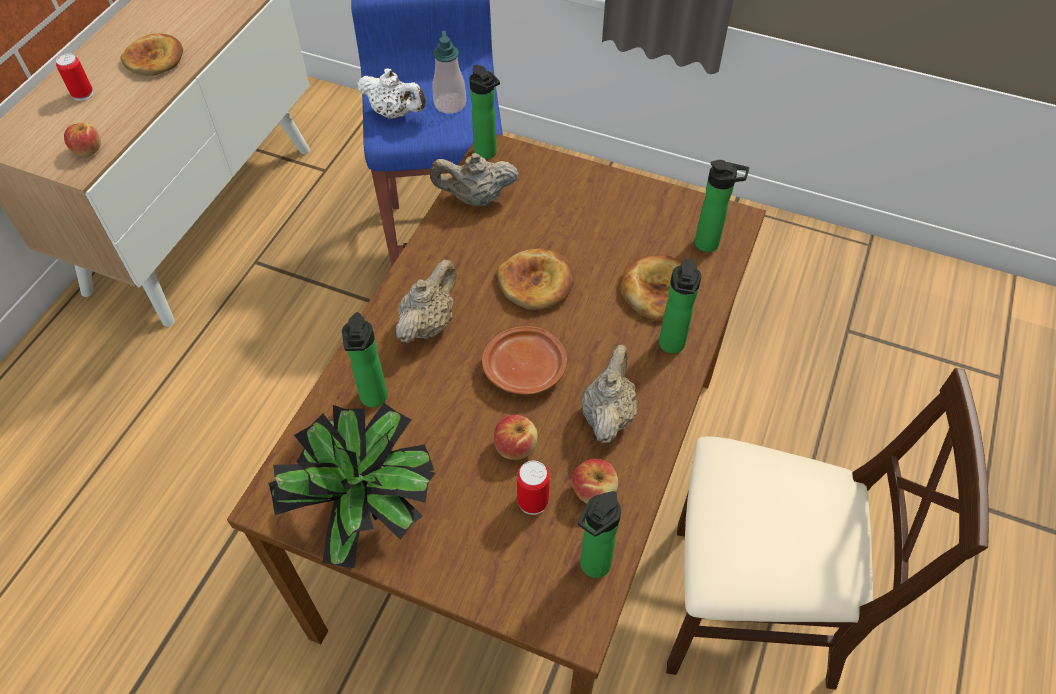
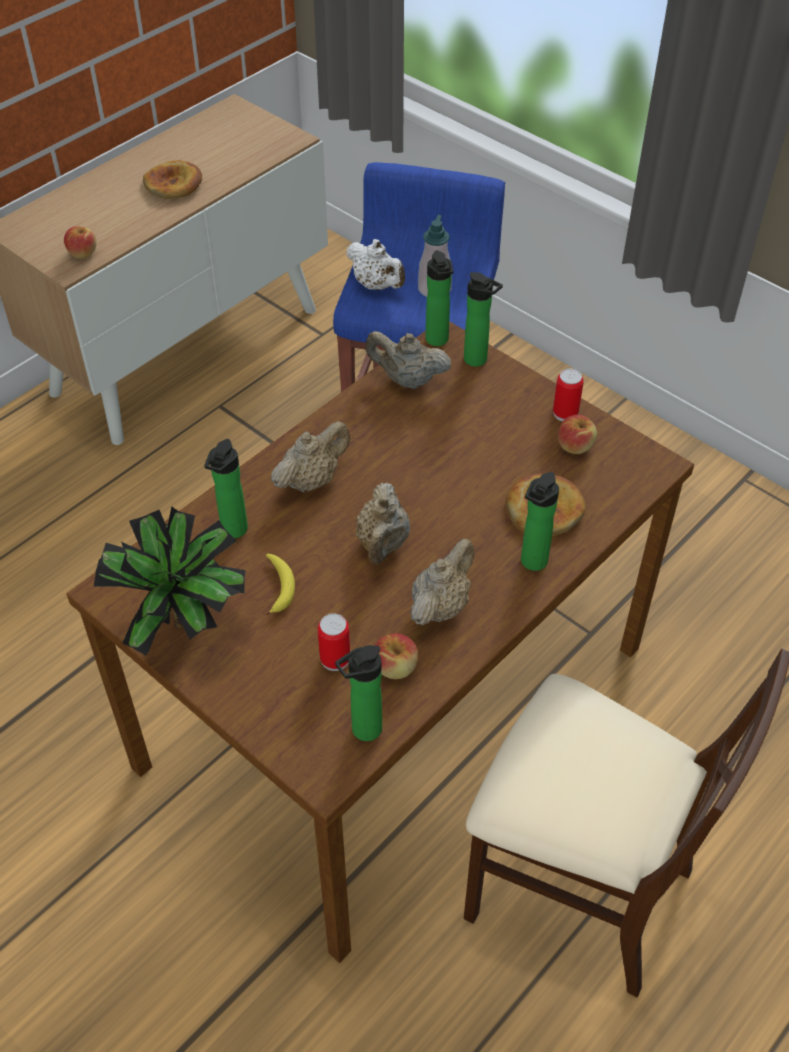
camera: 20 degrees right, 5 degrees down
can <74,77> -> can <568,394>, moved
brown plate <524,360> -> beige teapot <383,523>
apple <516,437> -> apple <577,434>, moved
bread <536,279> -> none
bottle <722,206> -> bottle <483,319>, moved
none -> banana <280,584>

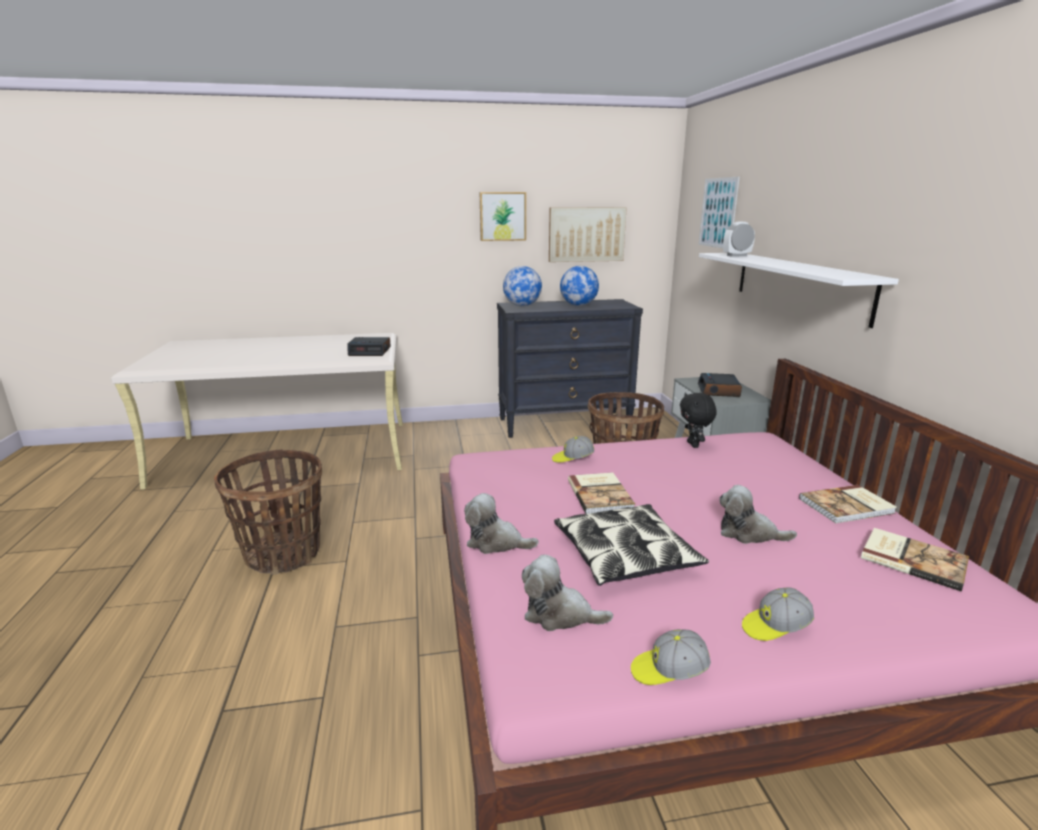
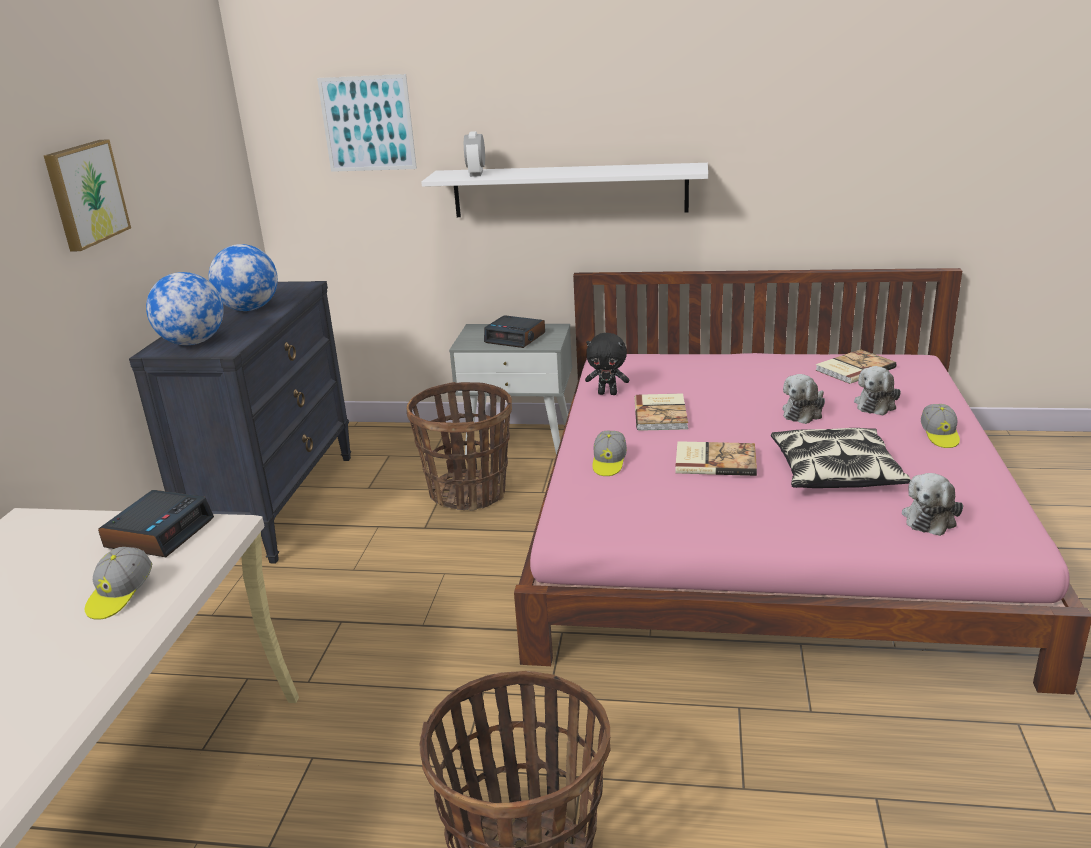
camera: 70 degrees left, 5 degrees up
plush toy <501,523> -> plush toy <877,391>, moved
picture <588,234> -> none
cap <671,657> -> cap <118,583>, moved
book <848,504> -> book <661,412>, moved

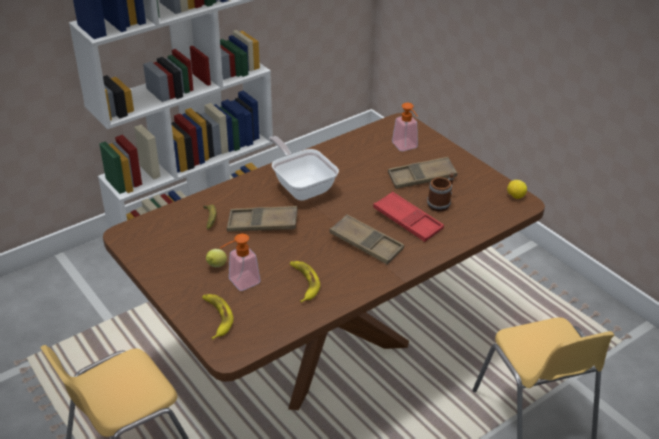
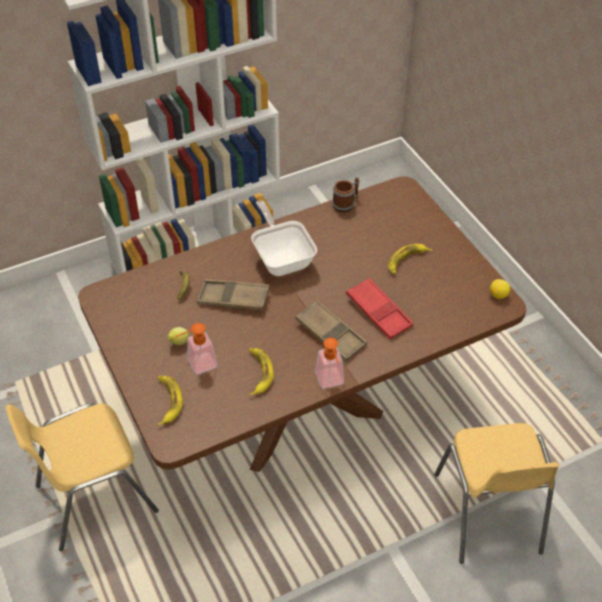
camera: 10 degrees right, 10 degrees up
brown tray <422,173> -> banana <410,259>
soap dispenser <405,127> -> soap dispenser <329,363>, moved
mug <440,192> -> mug <345,195>, moved

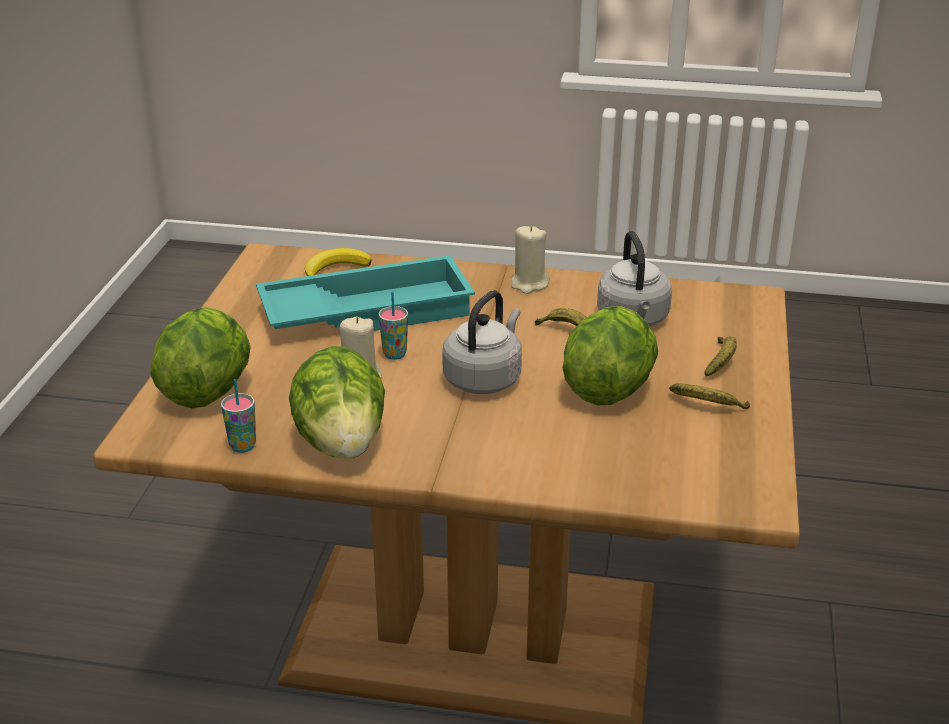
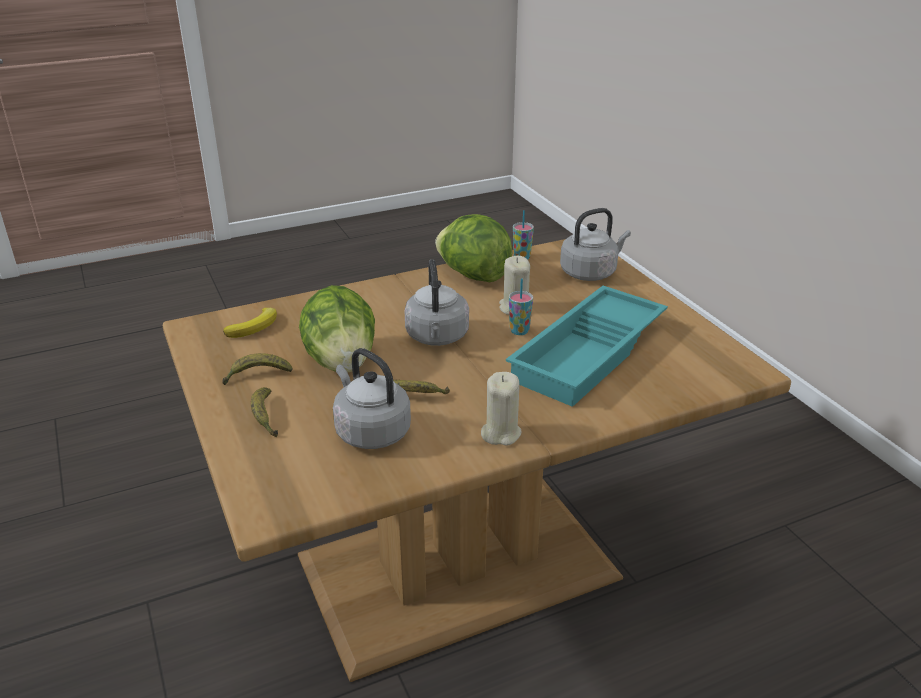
camera: 145 degrees right, 0 degrees up
lettuce <200,357> -> grey kettle <595,244>
banana <338,262> -> banana <250,323>, moved

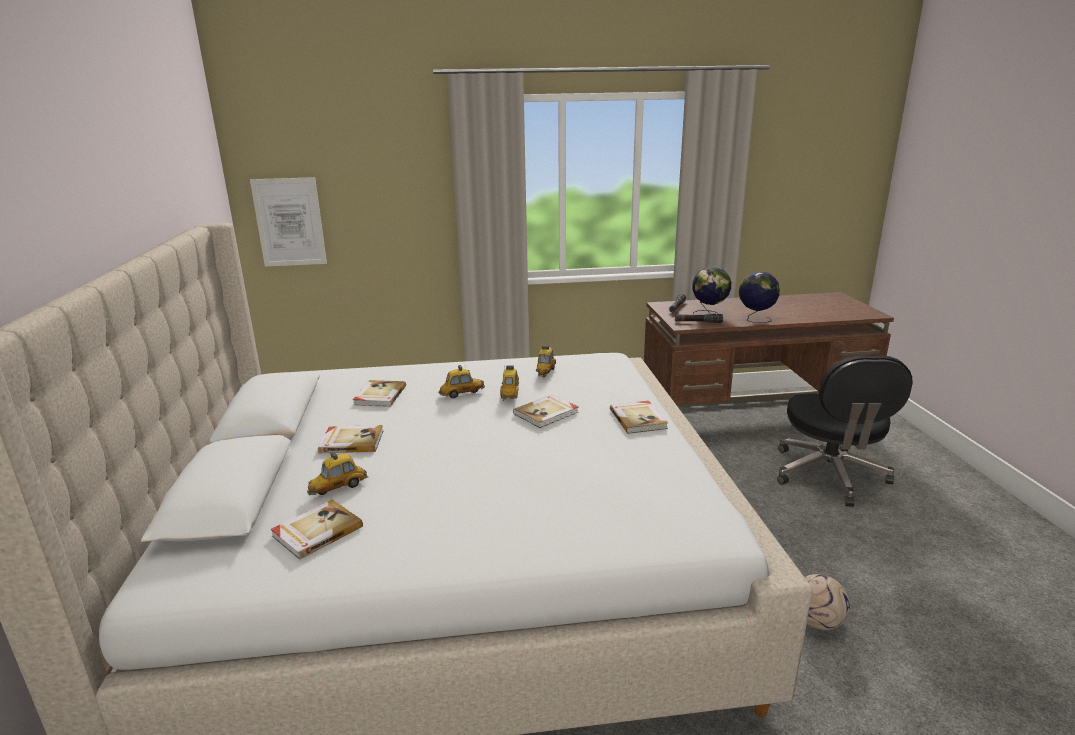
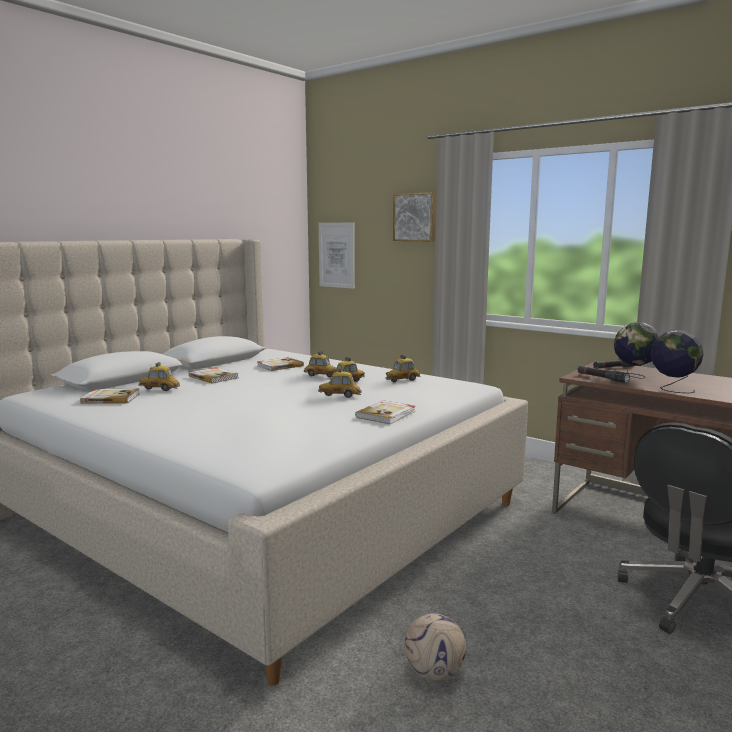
camera: 45 degrees right, 10 degrees down
book <546,411> -> toy car <340,383>
none -> picture <414,216>

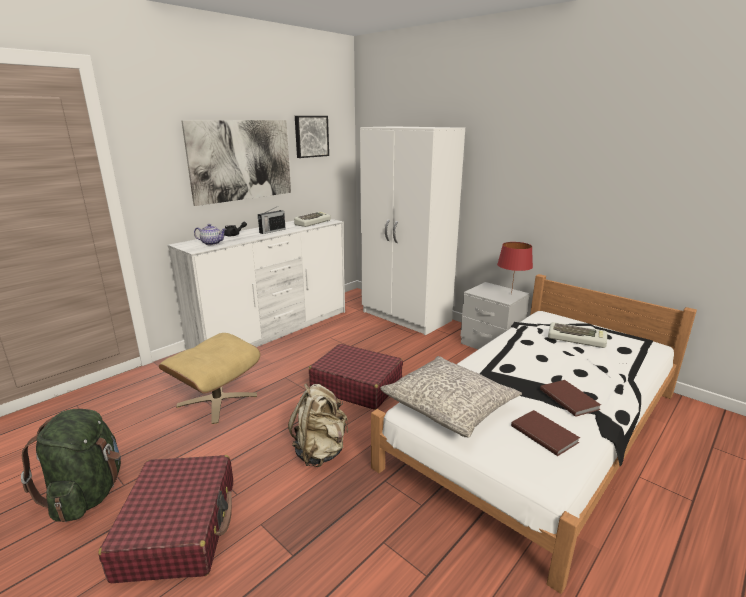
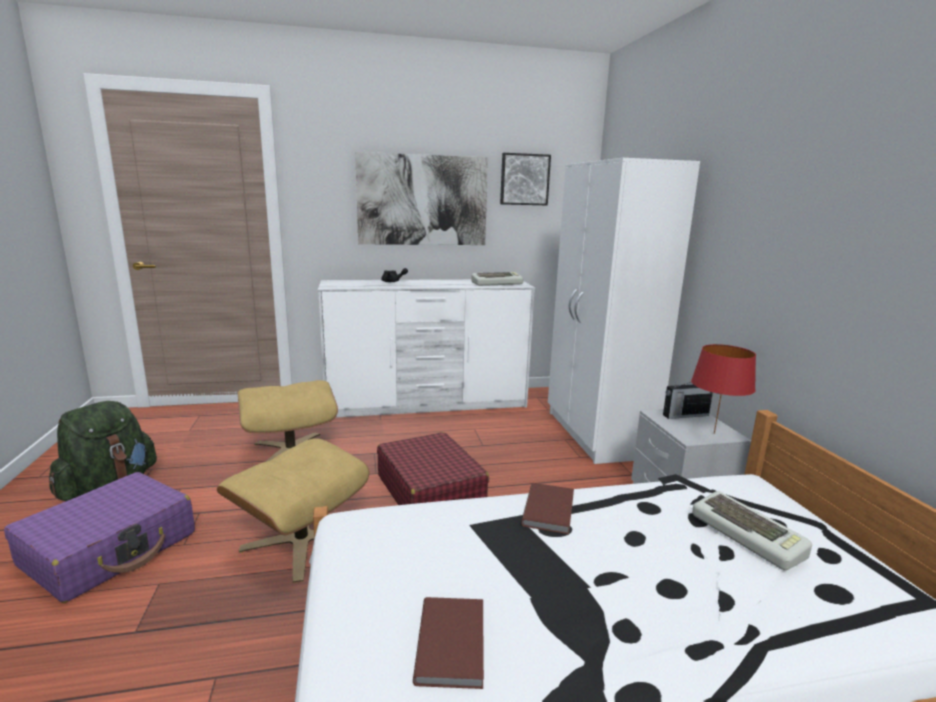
camera: 35 degrees right, 5 degrees down
red suitcase <165,519> -> purple suitcase <99,537>
teapot <210,234> -> none
radio <271,220> -> radio <688,400>, moved
beige backpack <318,425> -> beige ottoman <293,510>
grey pillow <451,397> -> none
brown book <570,398> -> brown book <547,508>, moved

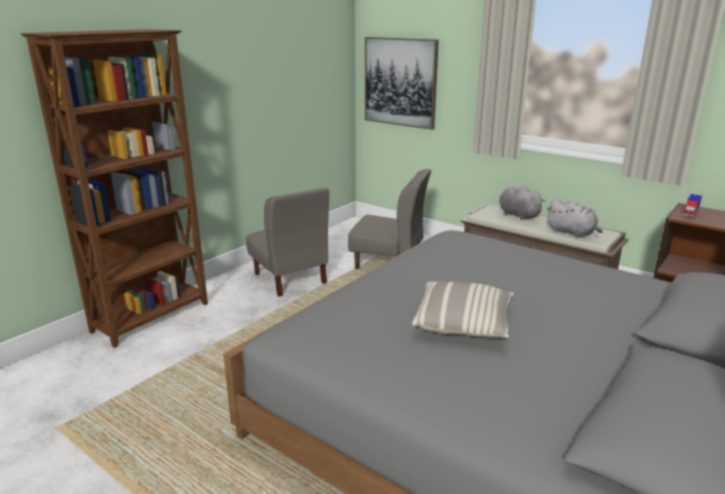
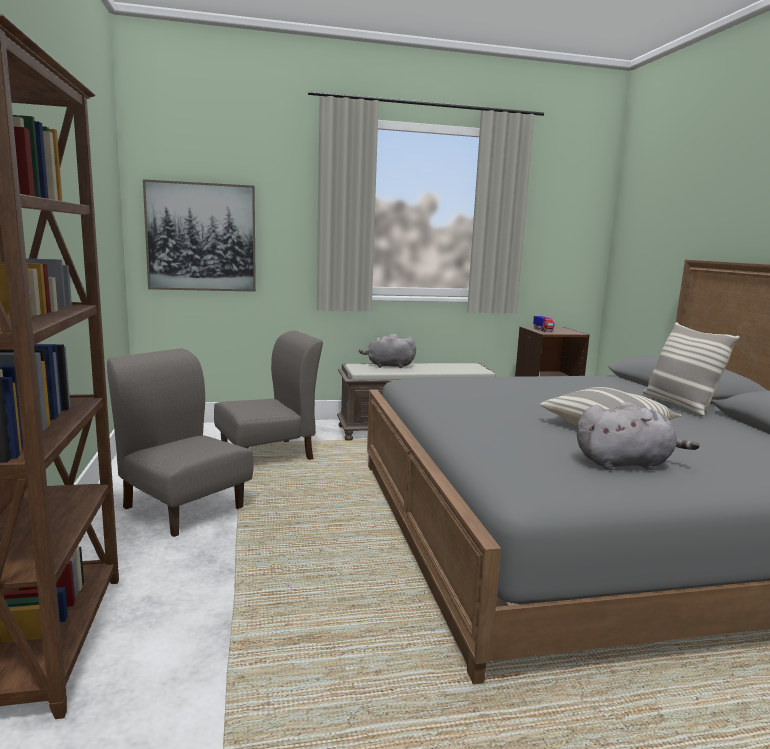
camera: 50 degrees left, 10 degrees down
grey chair <287,242> -> grey chair <180,442>, 150 degrees counterclockwise
grey plush toy <574,218> -> grey plush toy <638,436>, moved
none -> pillow <691,369>

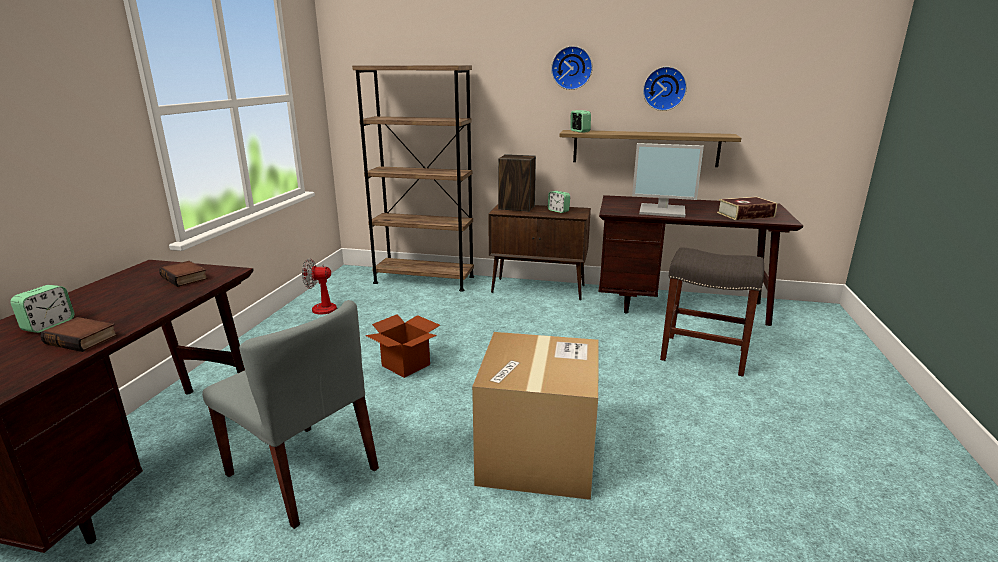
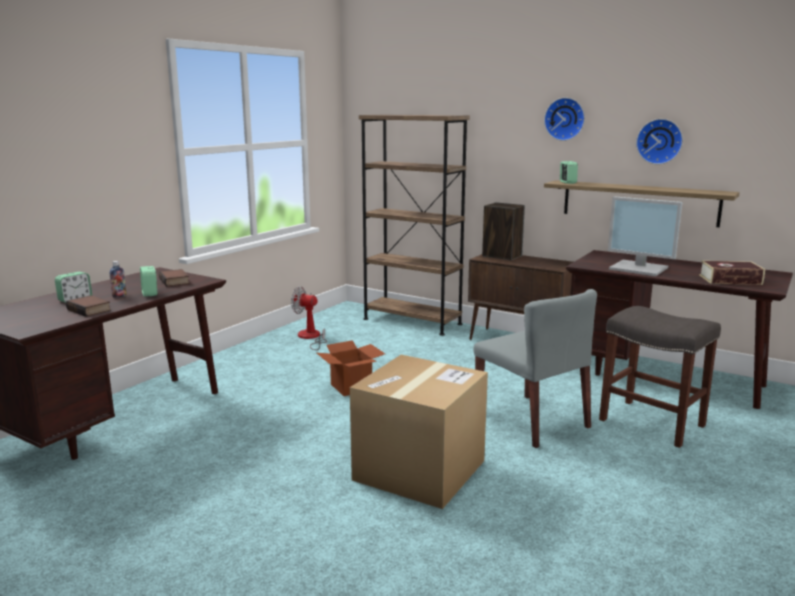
camera: 20 degrees right, 5 degrees down
grey chair <290,414> -> grey chair <535,368>, moved
alarm clock <559,202> -> alarm clock <148,281>, moved
none -> bottle <118,279>

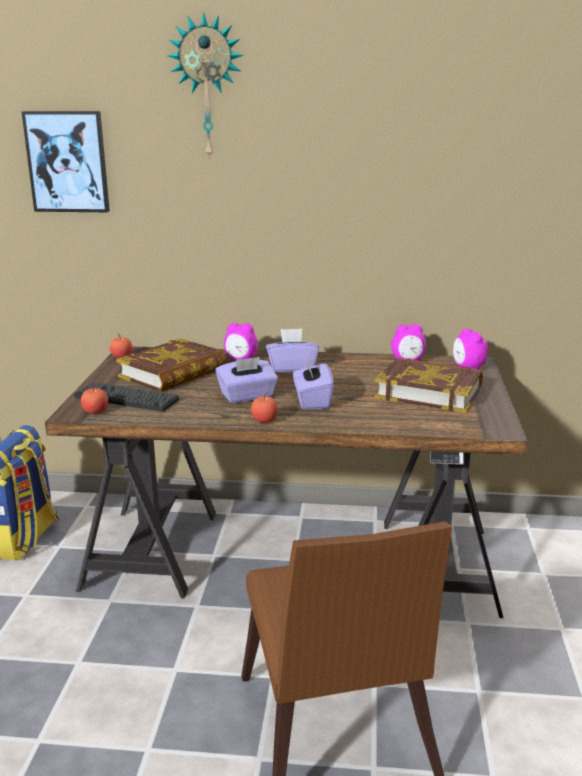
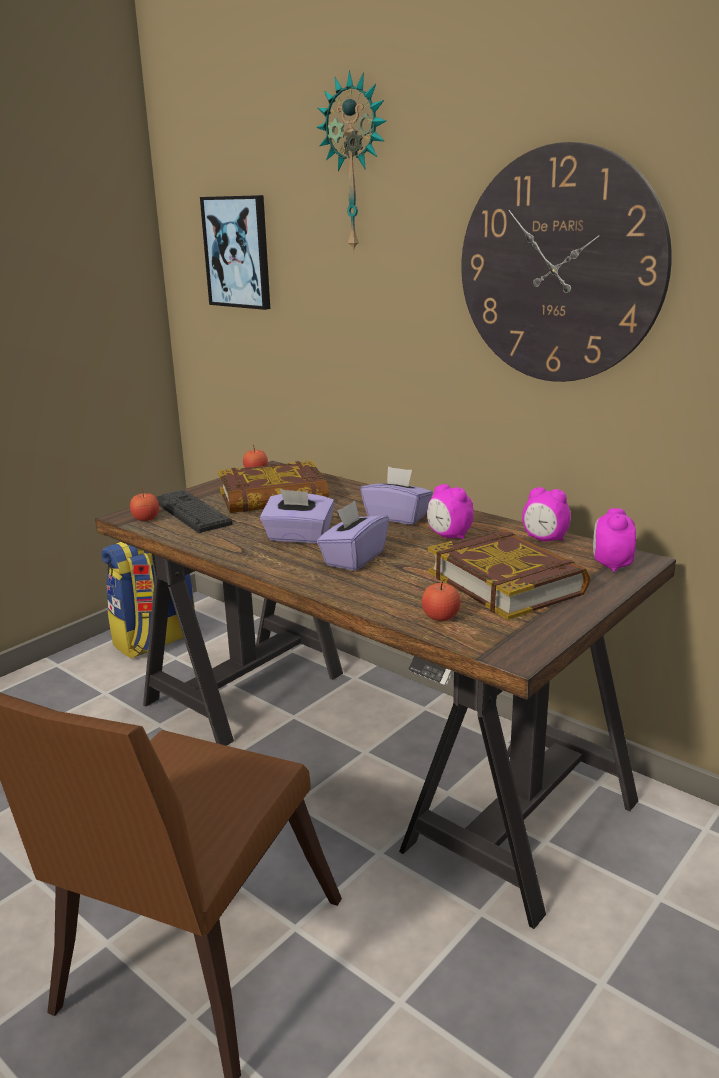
camera: 35 degrees right, 0 degrees up
alarm clock <241,341> -> alarm clock <450,511>, moved
apple <264,407> -> apple <441,600>, moved
none -> wall clock <566,262>

